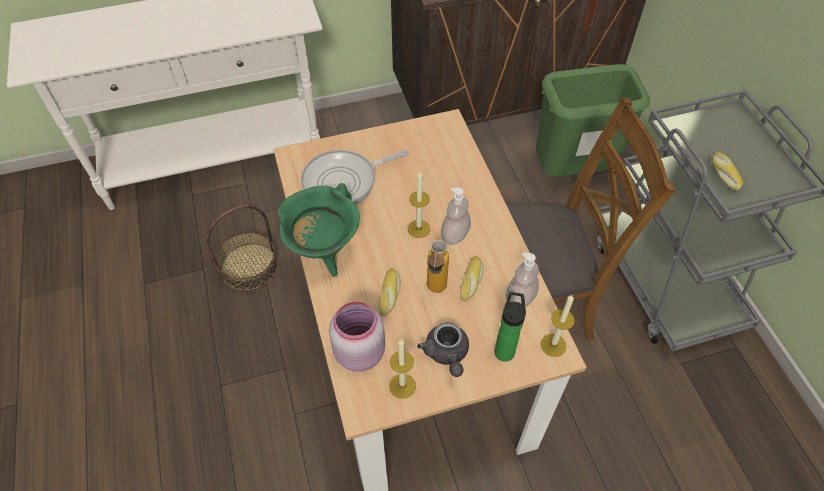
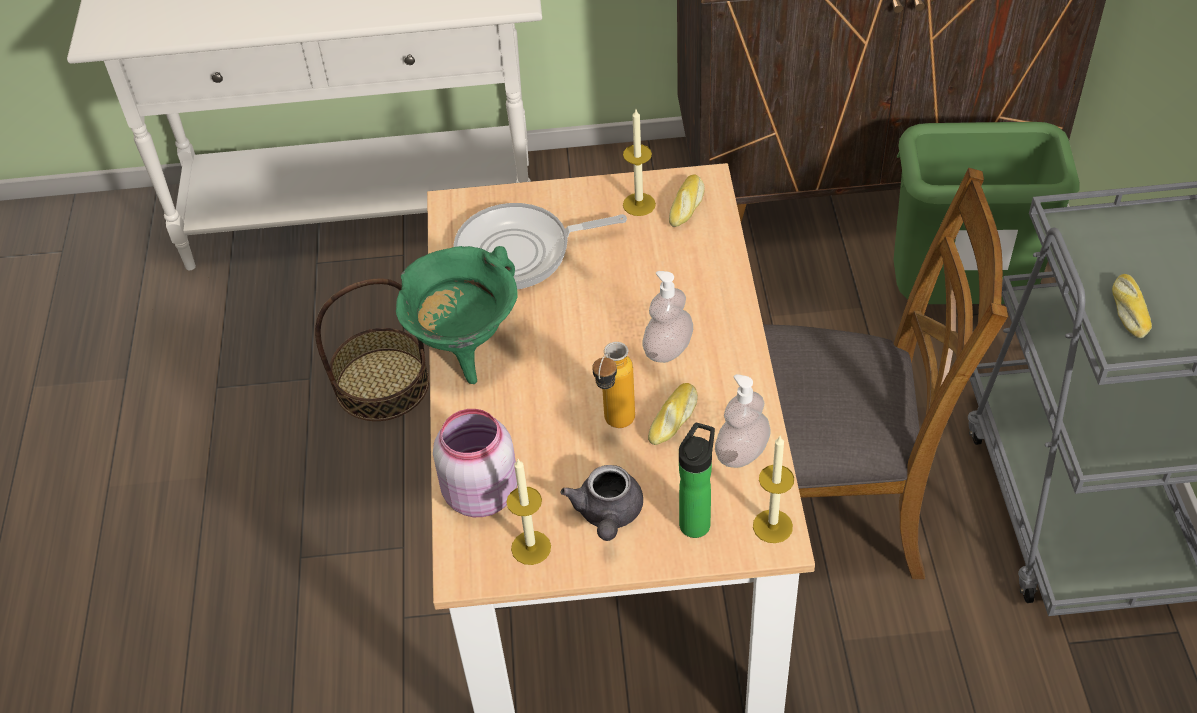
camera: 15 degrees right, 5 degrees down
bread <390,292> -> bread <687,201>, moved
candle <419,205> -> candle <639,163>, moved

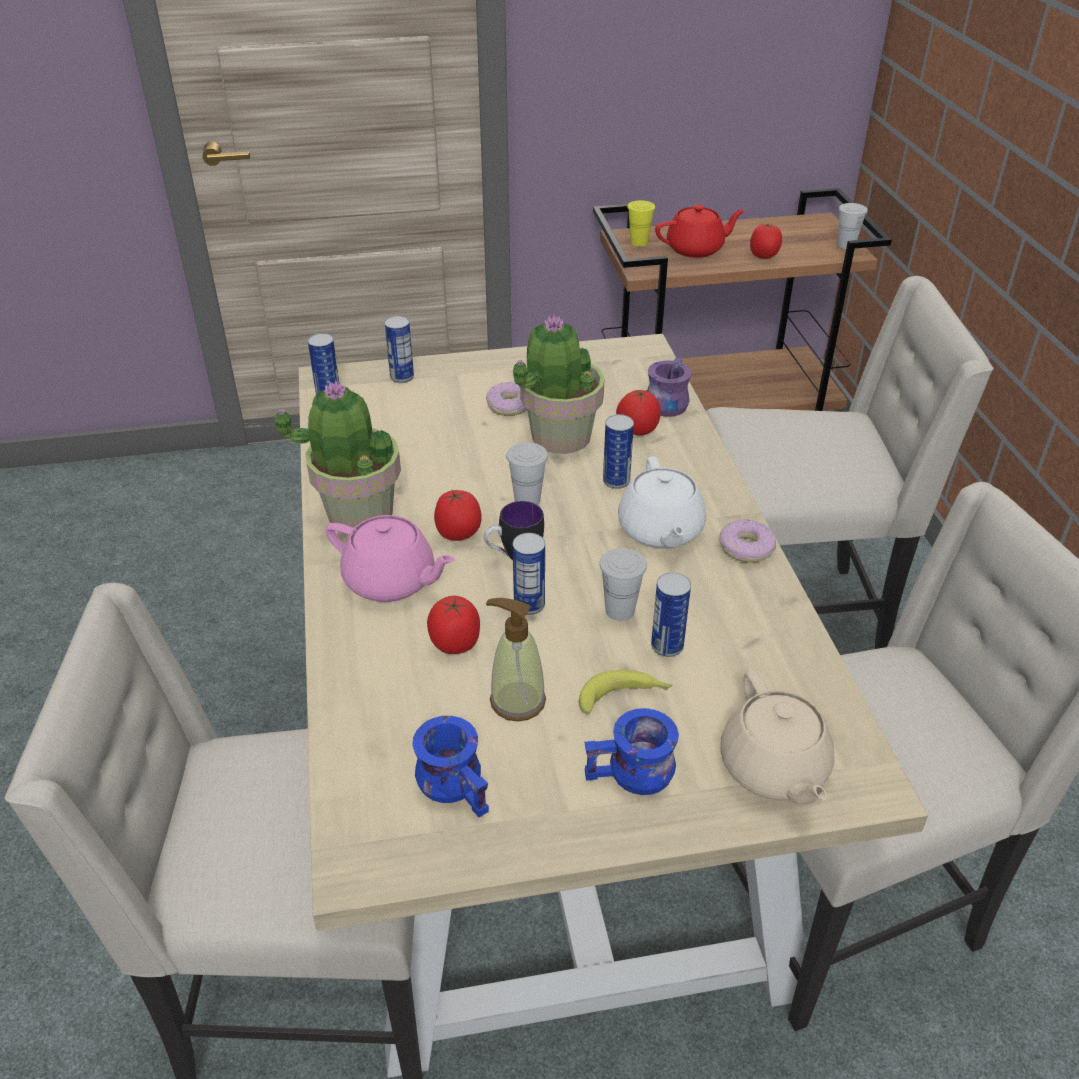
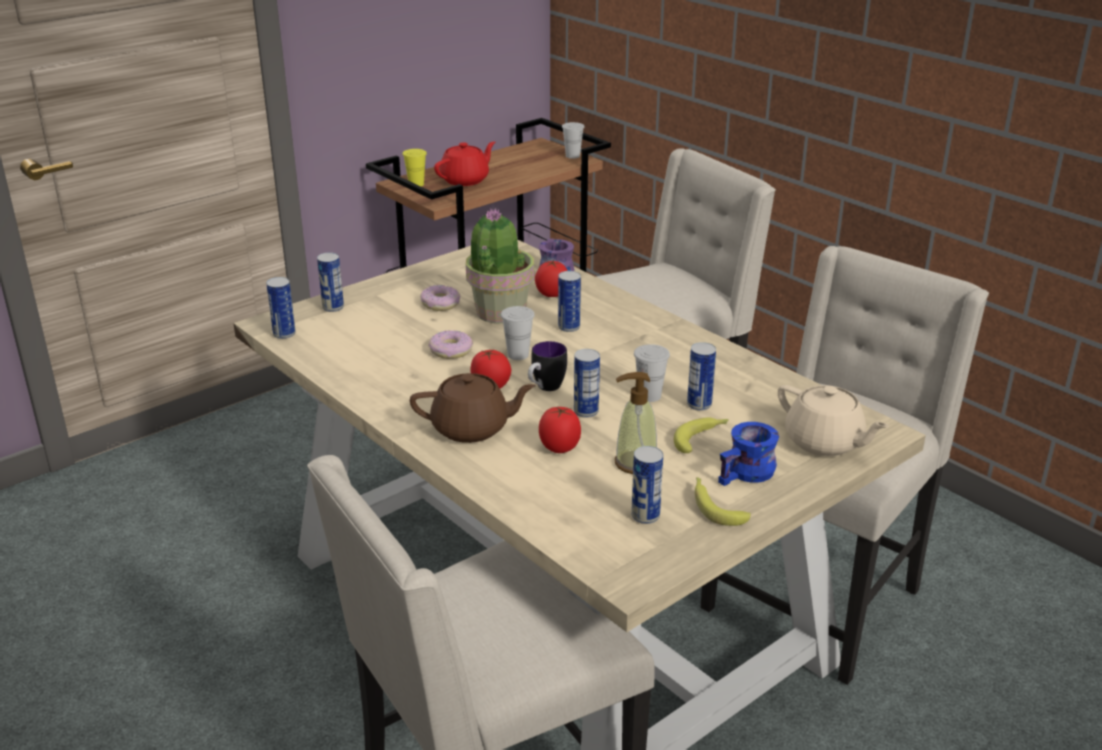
camera: 30 degrees left, 10 degrees down
potted plant <338,454> -> none
pink teapot <390,558> -> brown teapot <473,408>
blue mug <450,766> -> can <647,485>
white teapot <662,502> -> none
donut <747,541> -> donut <451,344>, moved
tomato <766,241> -> none
none -> banana <723,501>

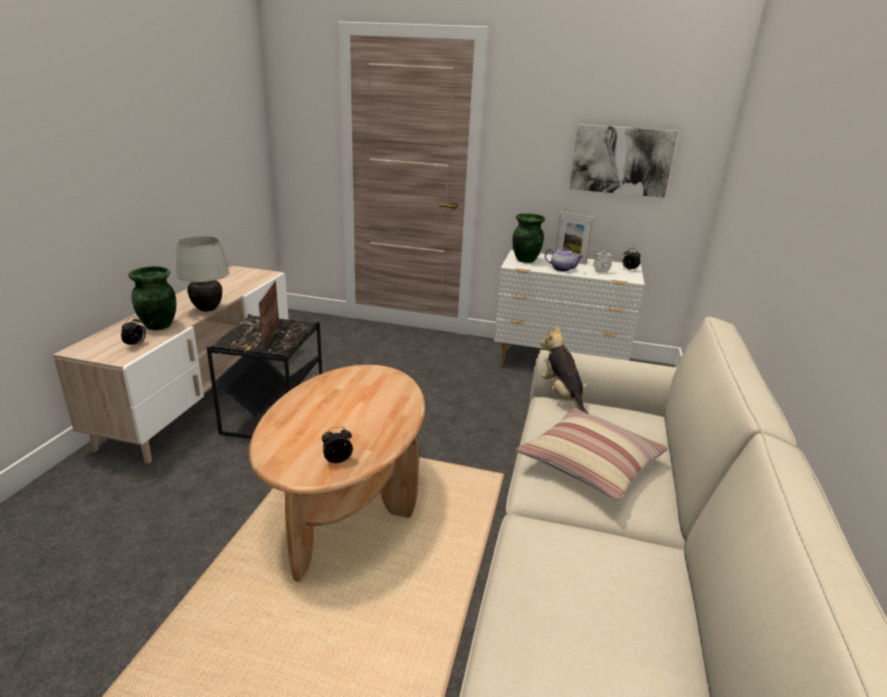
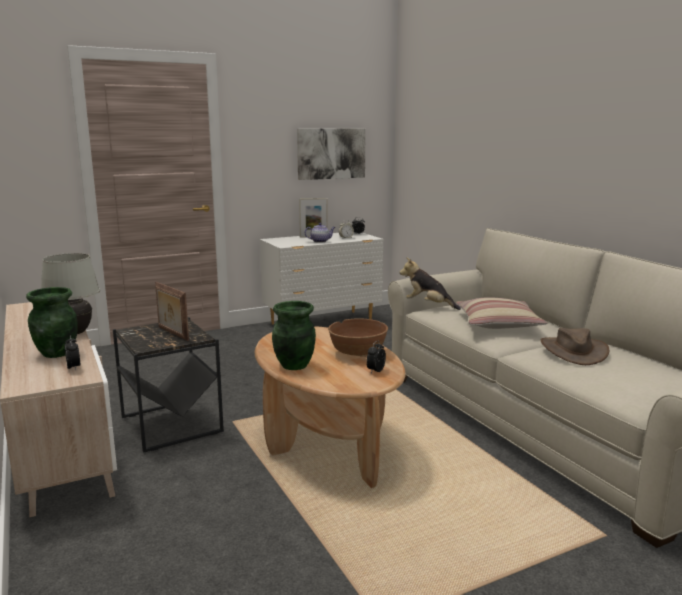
camera: 40 degrees left, 10 degrees down
green vase <529,238> -> green vase <294,335>, moved
none -> brown bowl <358,337>
none -> brown hat <574,346>

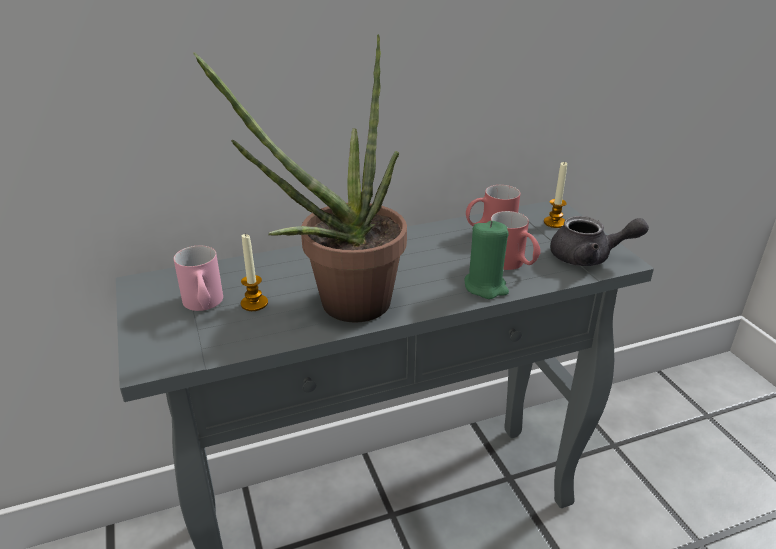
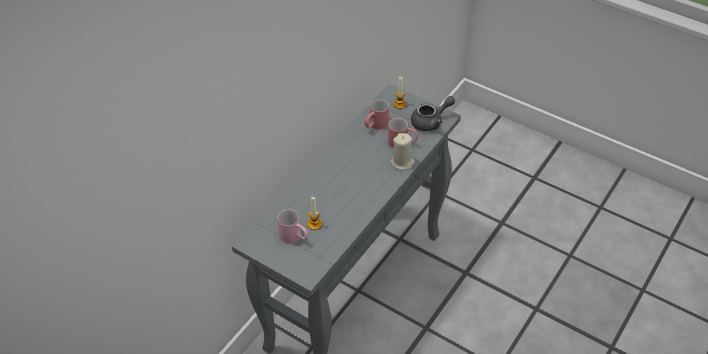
camera: 35 degrees left, 15 degrees up
potted plant <300,178> -> none
green candle <487,260> -> beige candle <402,151>

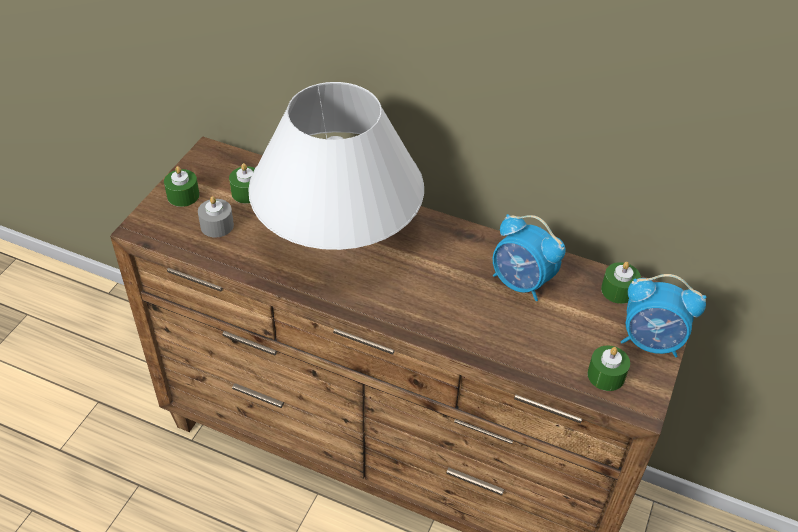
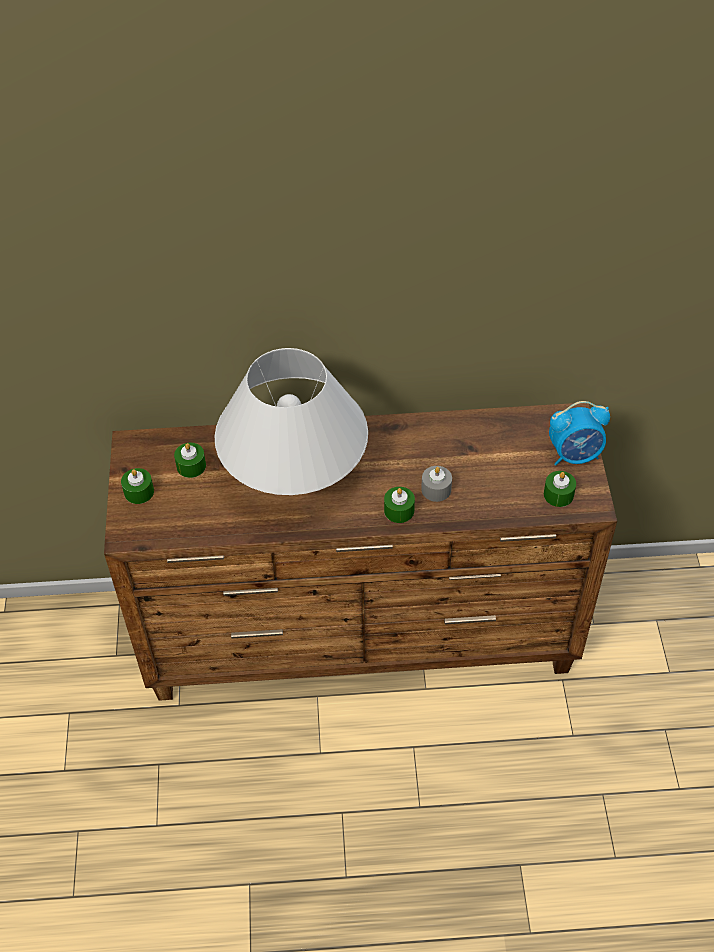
camera: 25 degrees left, 5 degrees up
grey candle <216,217> -> grey candle <436,484>, moved
alarm clock <529,257> -> none
green candle <621,283> -> green candle <399,505>, moved

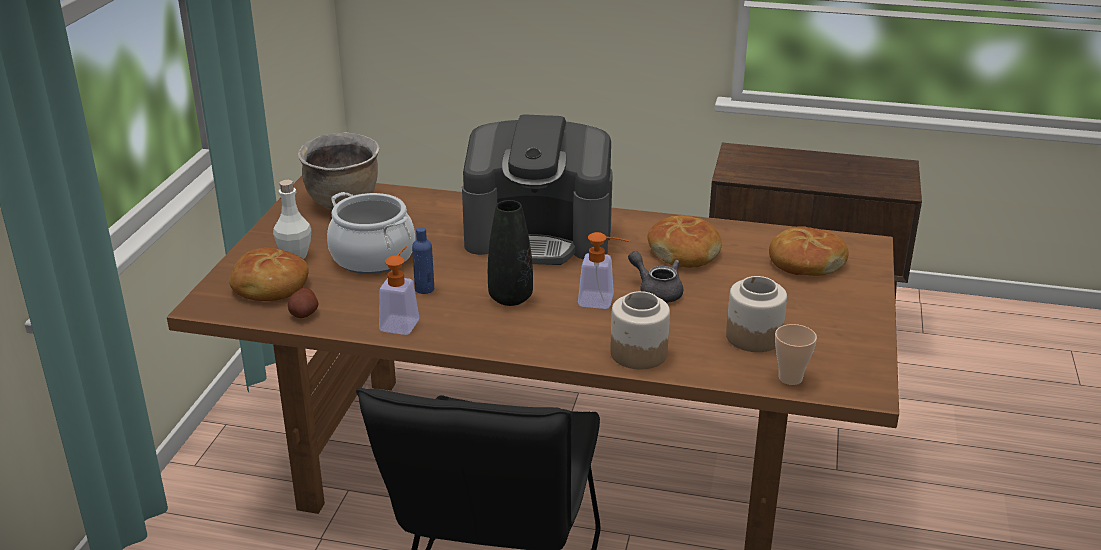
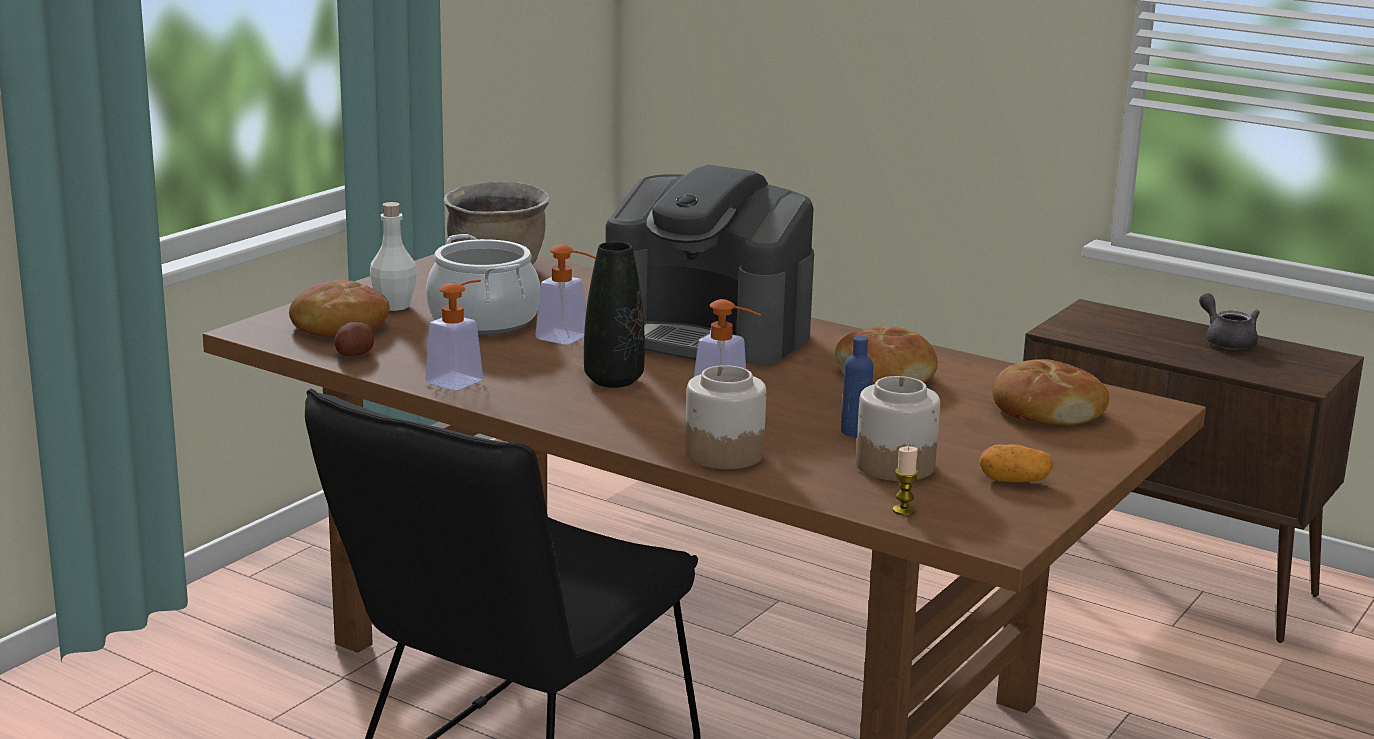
camera: 20 degrees right, 10 degrees down
blue bottle <423,260> -> blue bottle <857,386>, moved
grey teapot <655,277> -> grey teapot <1229,321>, moved
cup <796,354> -> candle <905,481>
none -> soap dispenser <565,294>
none -> potato <1016,463>

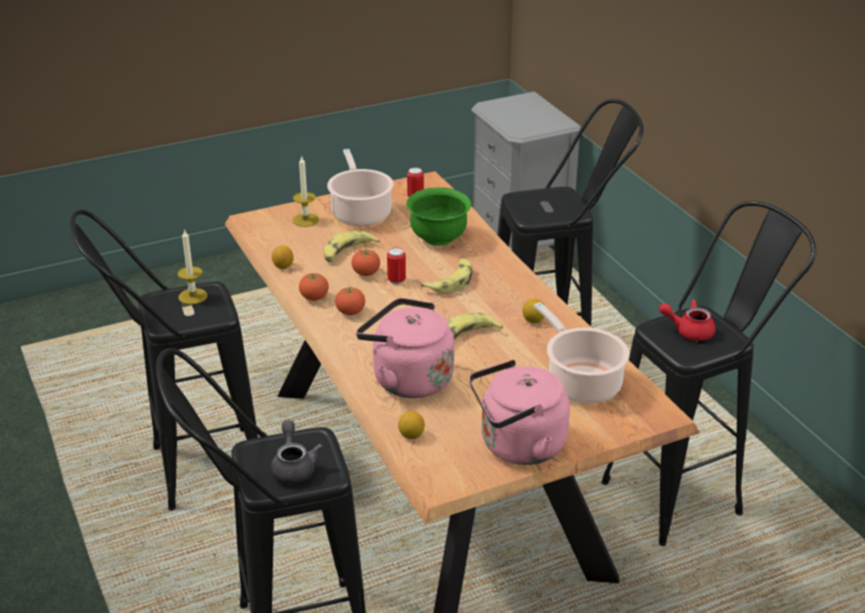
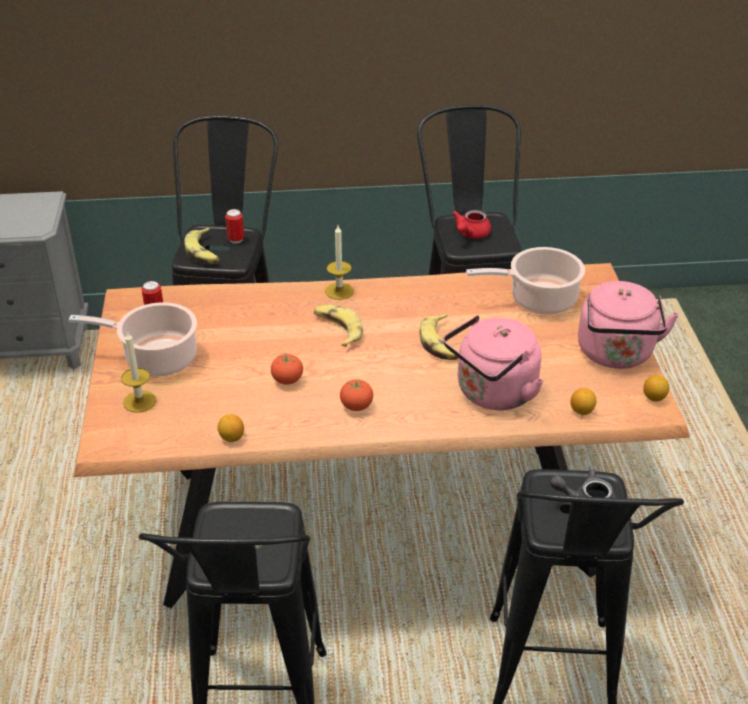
camera: 70 degrees left, 5 degrees up
candle <192,266> -> candle <339,263>, moved
tomato <314,287> -> none
banana <351,246> -> banana <201,246>, moved
can <396,266> -> can <234,226>, moved
green bowl <438,216> -> none
lemon <534,310> -> lemon <656,388>, moved

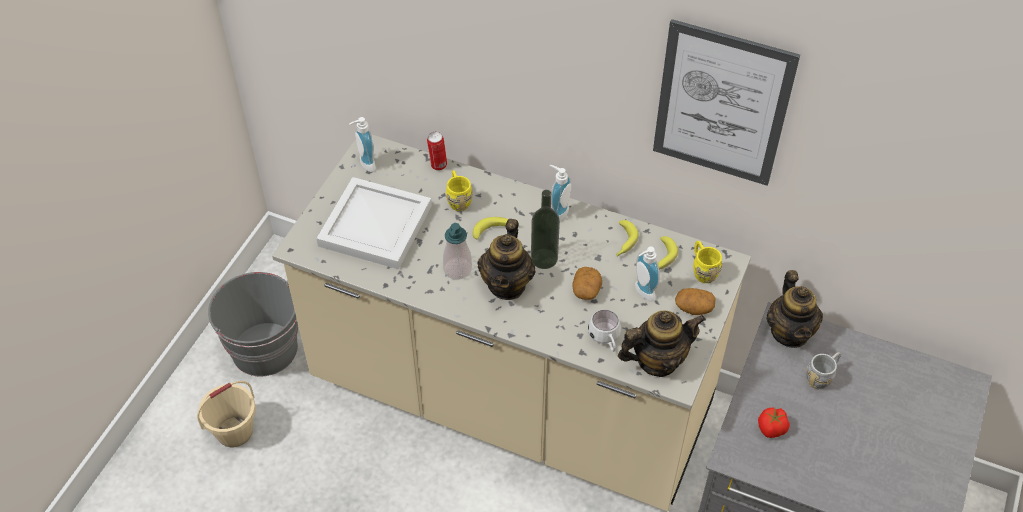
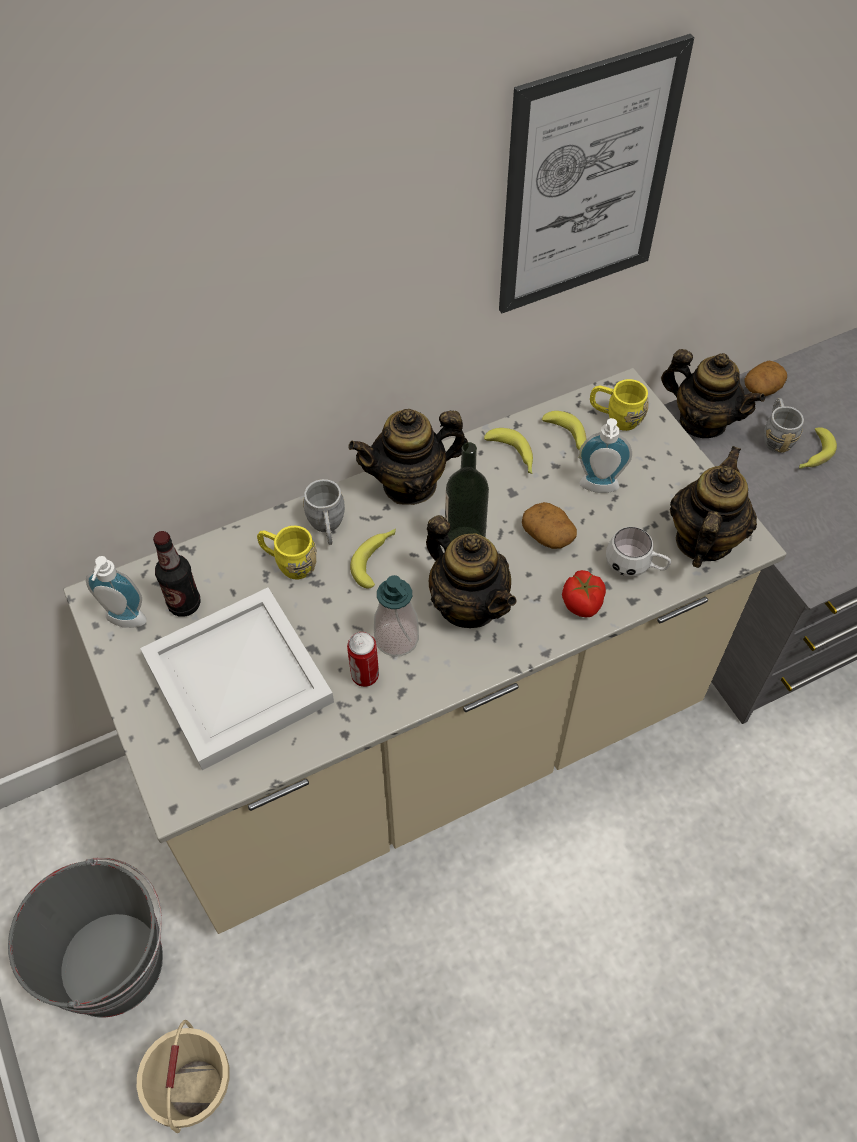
camera: 50 degrees left, 5 degrees up
can <437,151> -> can <363,659>, moved
soap dispenser <560,193> -> teapot <408,457>
potato <695,301> -> potato <765,378>, moved
tomato <774,422> -> tomato <584,593>, moved
none -> bottle <177,574>
none -> grey mug <324,512>
none -> banana <818,448>

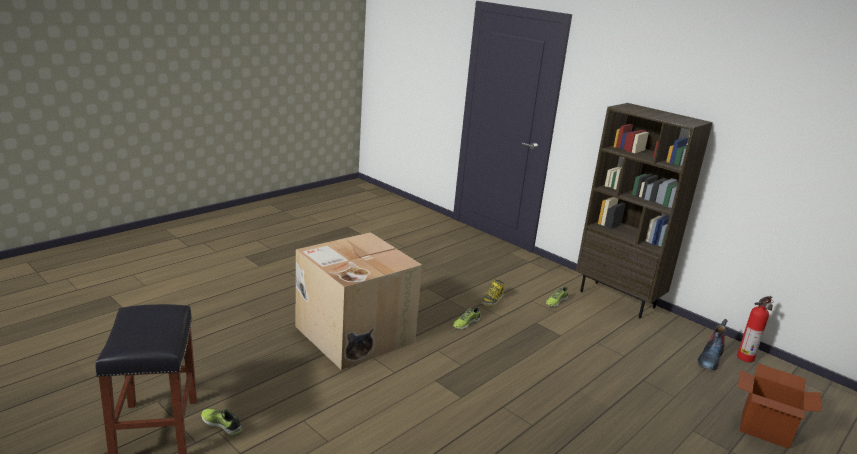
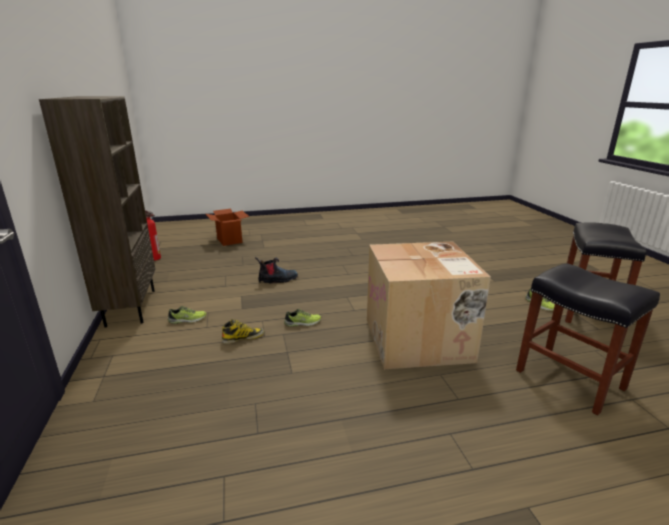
camera: 145 degrees left, 0 degrees up
boot <713,344> -> boot <276,270>, moved
none -> black stool <588,339>

